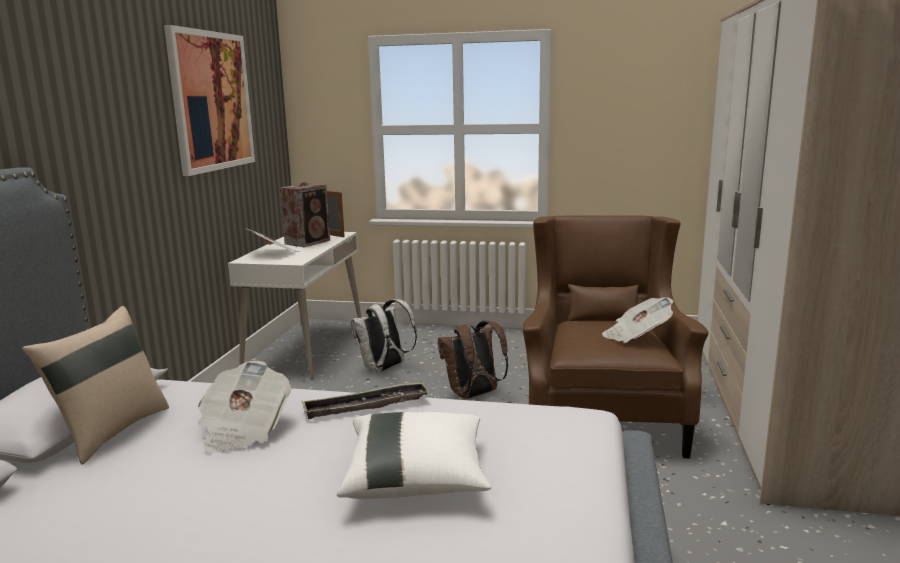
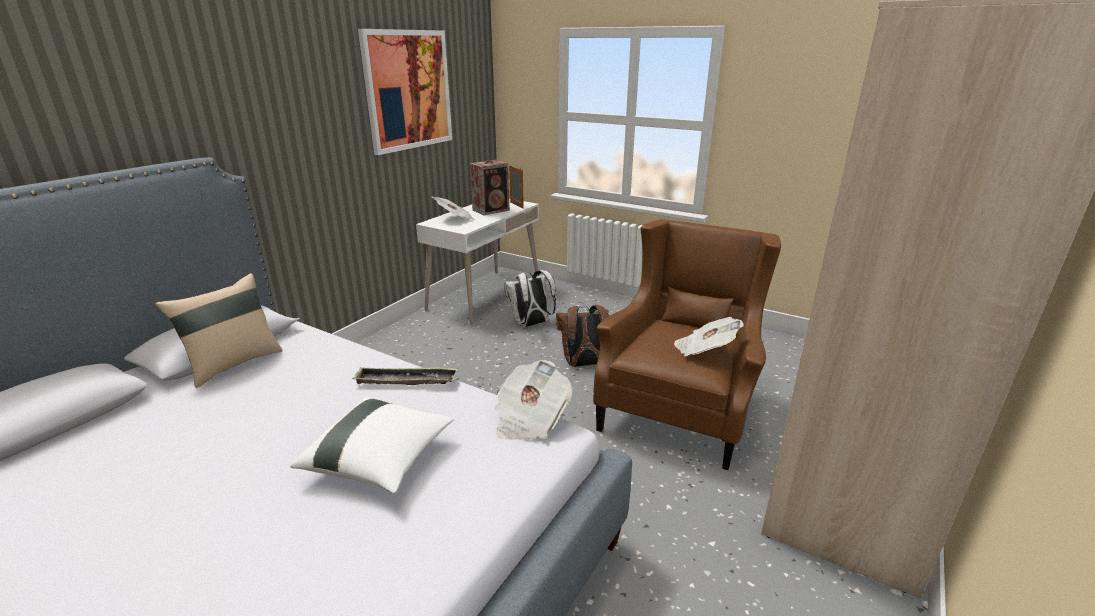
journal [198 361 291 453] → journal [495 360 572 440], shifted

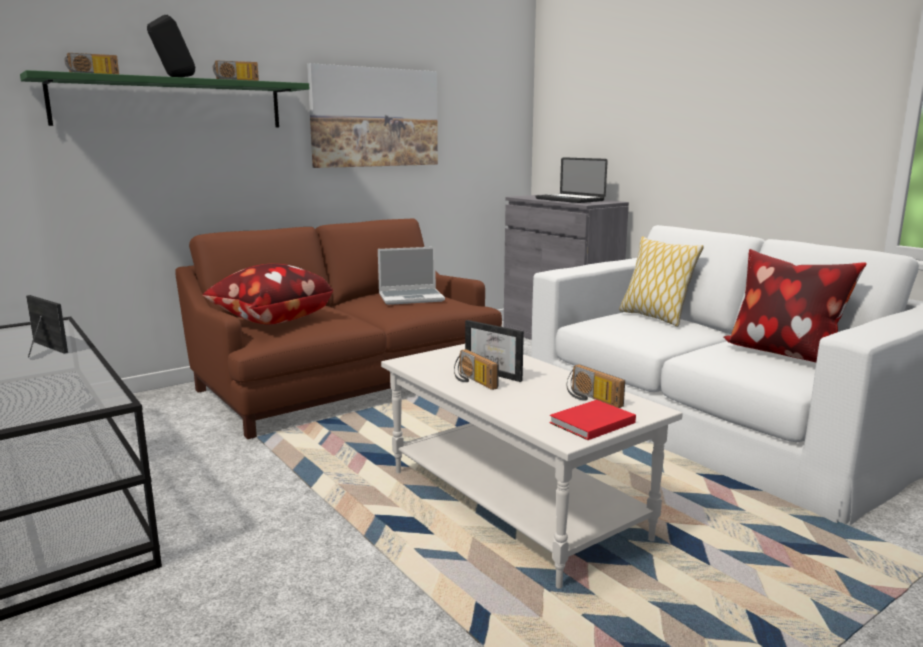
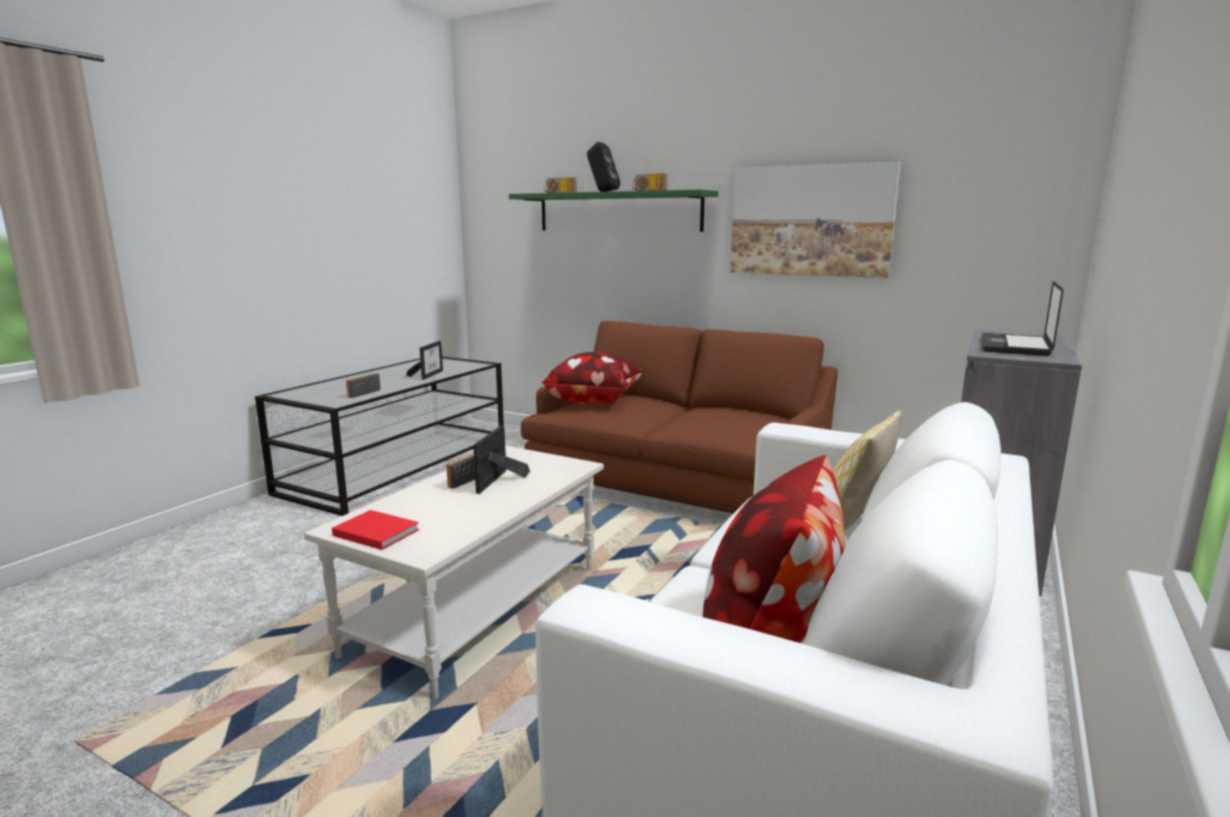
ordinateur portable [378 247 445 305] → -
radio [567 364 625 408] → radio [346 373 381 398], shifted

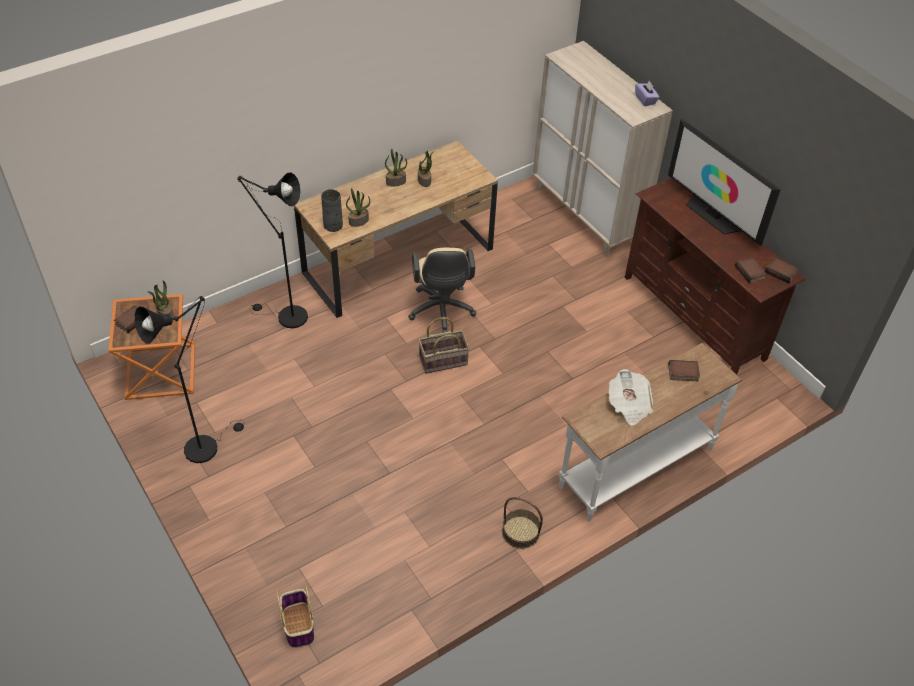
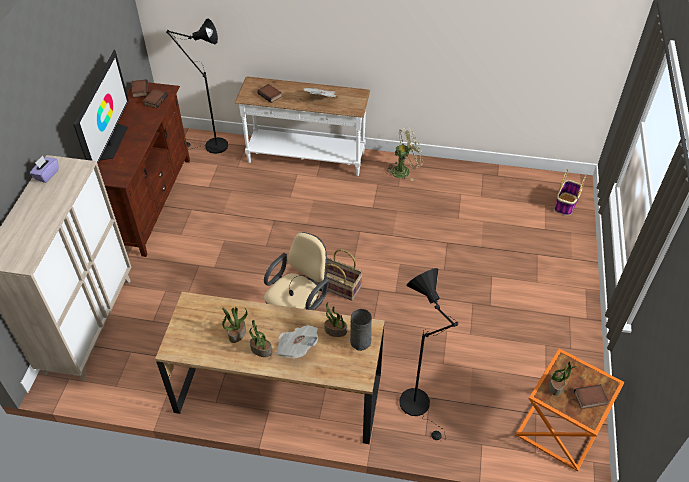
- → journal [276 325 318 359]
lampadaire [noir] [135 296 245 463] → lampadaire [noir] [166 18 228 154], shifted
panier [502 497 543 549] → ventilateur [vert] [387 127 424 181]

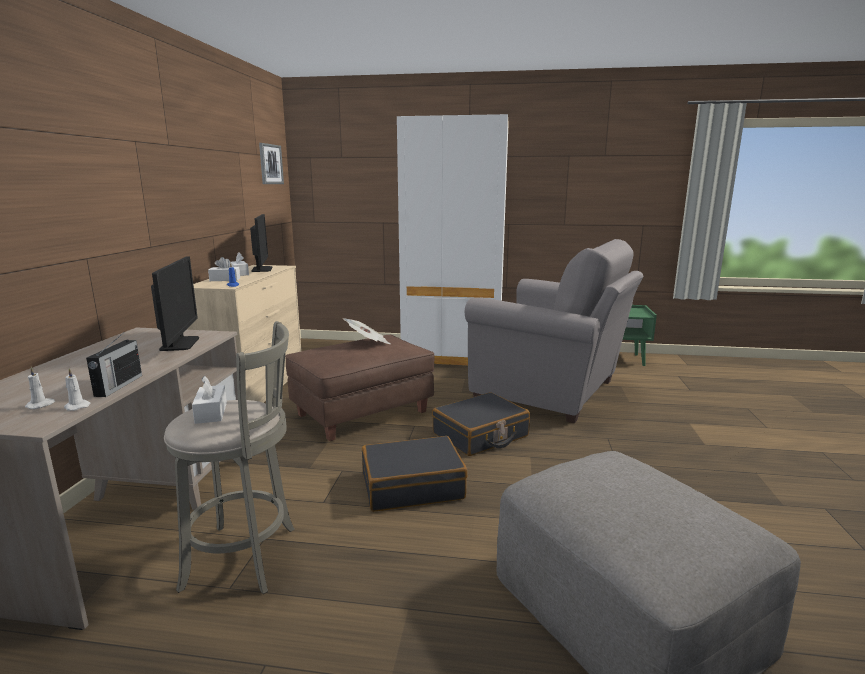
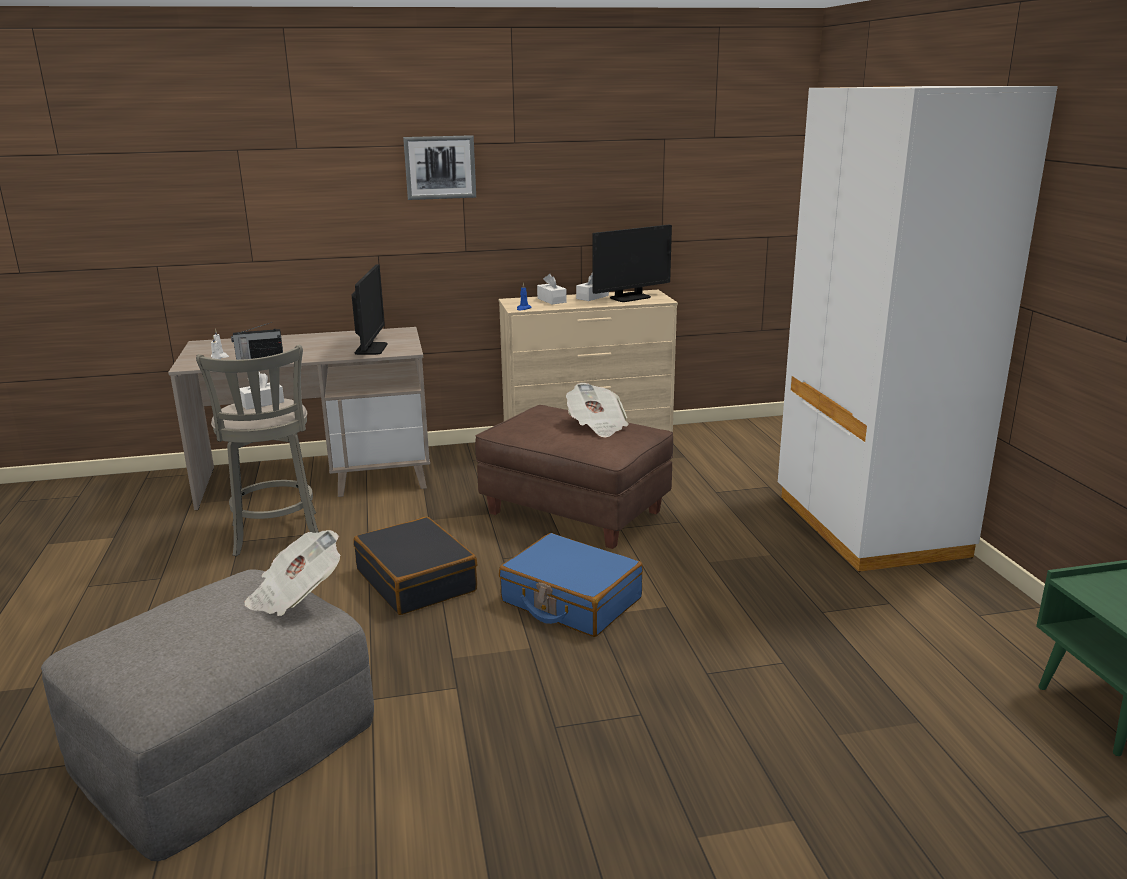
fauteuil [gris] [465 239 644 423] → -
- → journal [245 530 340 616]
tableau [259 143 284 184] → tableau [403 135 476 200], shifted
valise [noir] [432 392 530 456] → valise [bleu] [499 533 643 637]
écran d'ordinateur [151 256 199 351] → écran d'ordinateur [352 264 387 355], 60 degrees counterclockwise

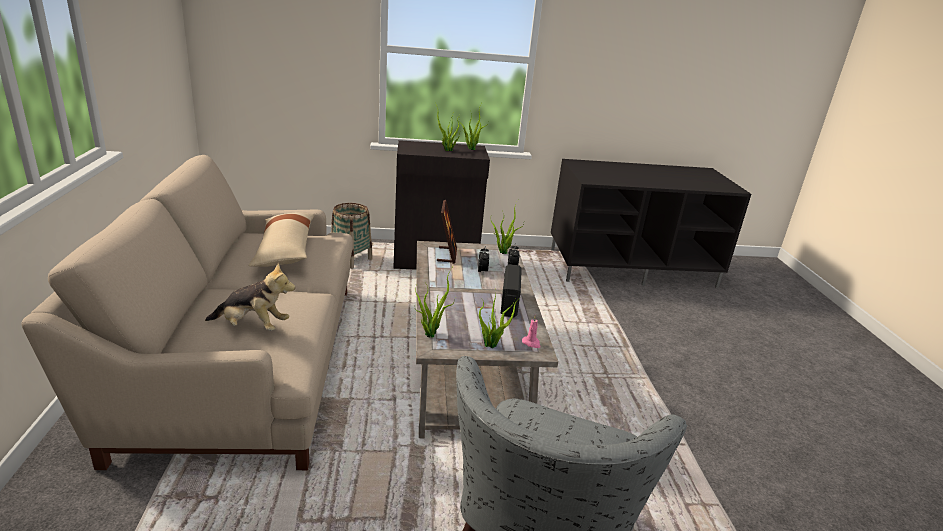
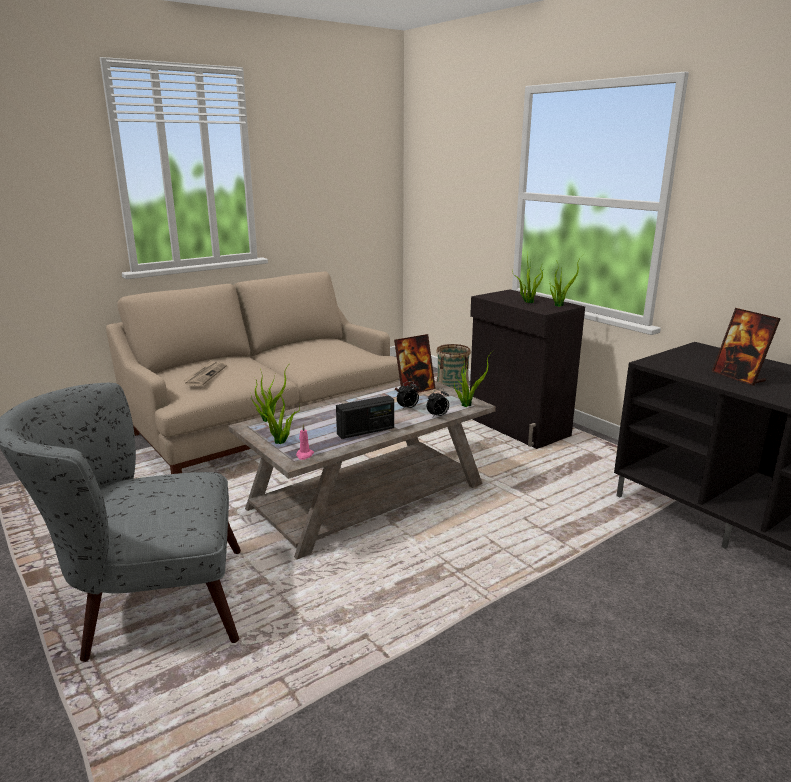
coussin [beige] [249 212 315 267] → -
- → cadre photo [711 308 781 386]
peluche [205 263 295 331] → journal [183 360 227 386]

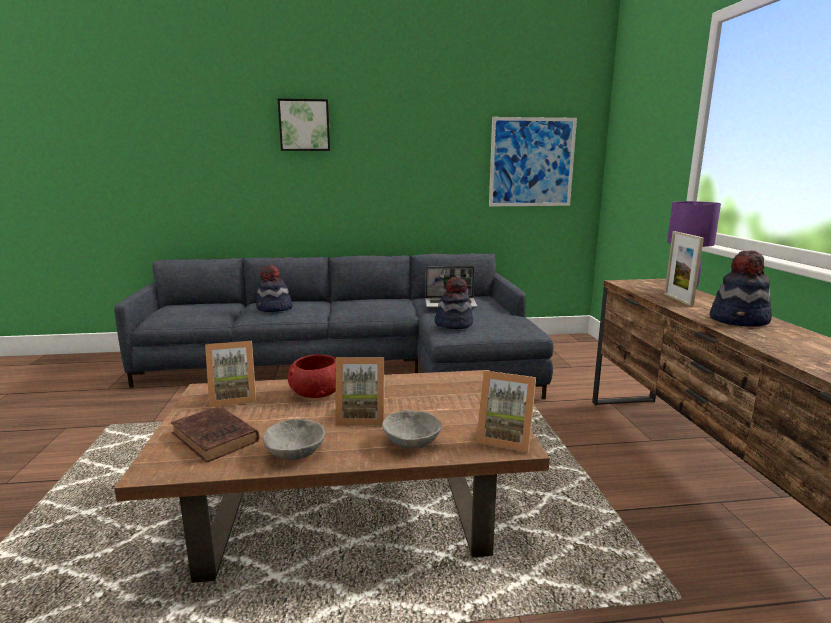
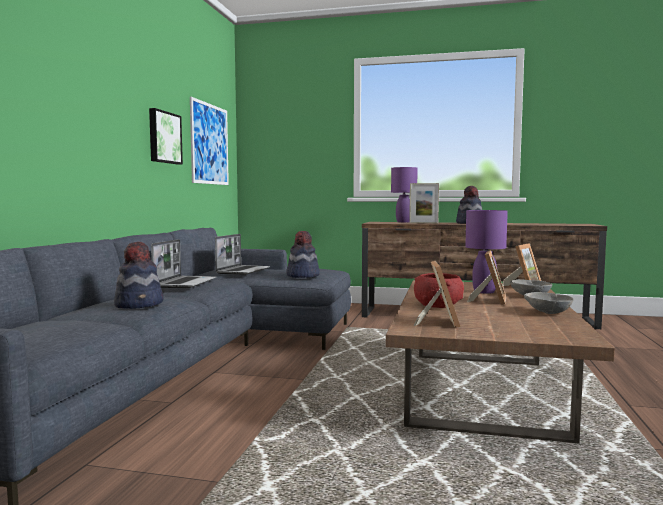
livre [marron] [171 406 259 463] → -
- → ordinateur portable [151 239 216 288]
- → lampe de table [violet] [465 210 508 294]
tableau [278 99 330 151] → tableau [149 108 183 164], shifted

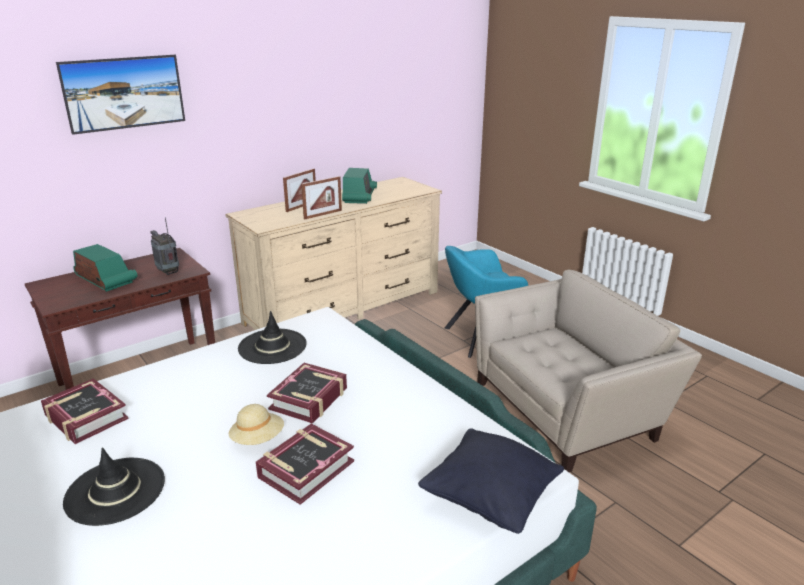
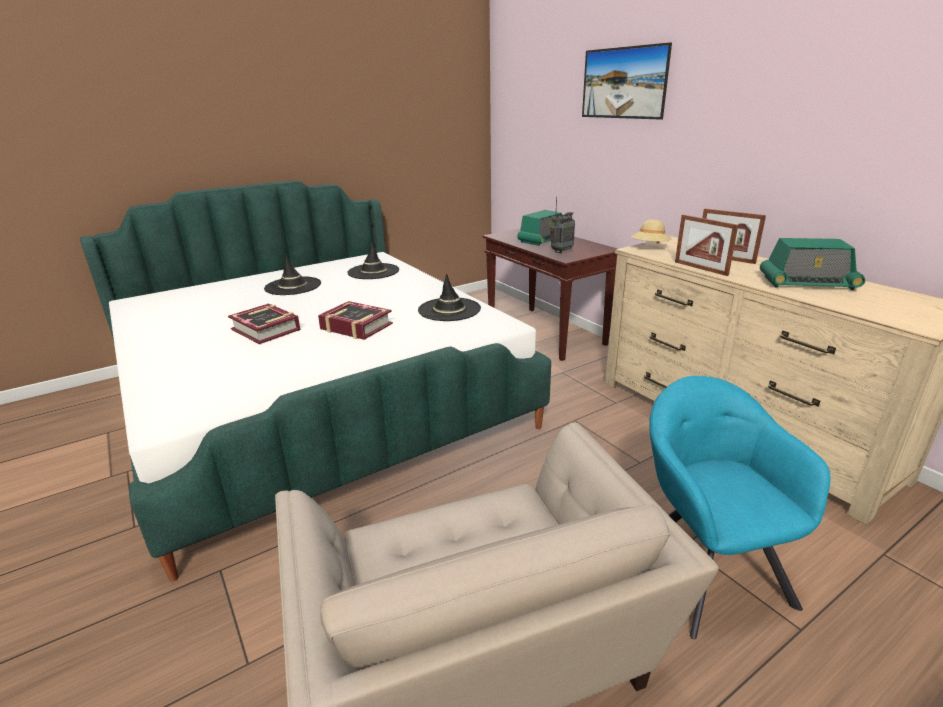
coussin [noir] [418 428 564 534] → -
chapeau [beige] [229 404 284 445] → chapeau [beige] [631 219 672 244], shifted
livre [41 378 129 444] → chapeau [noir] [347 241 399 279]

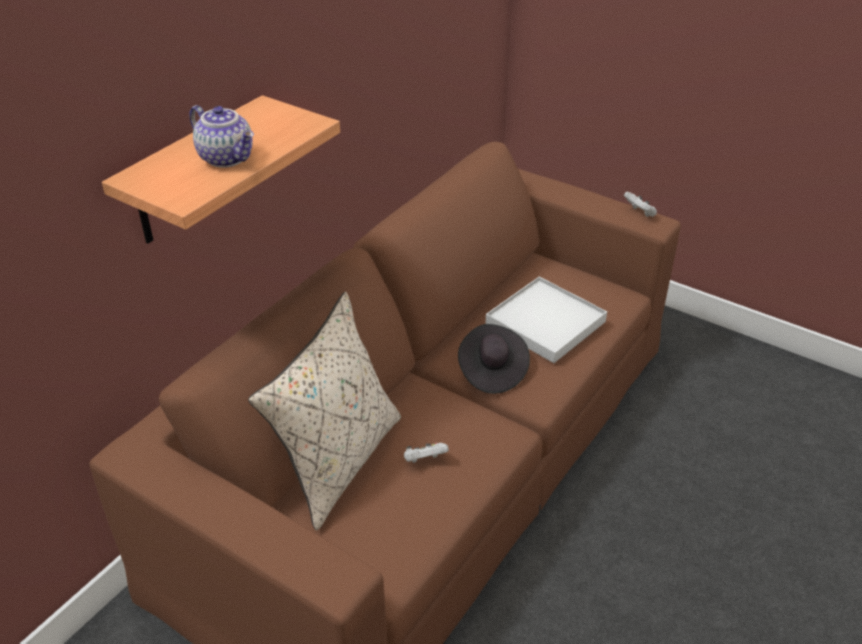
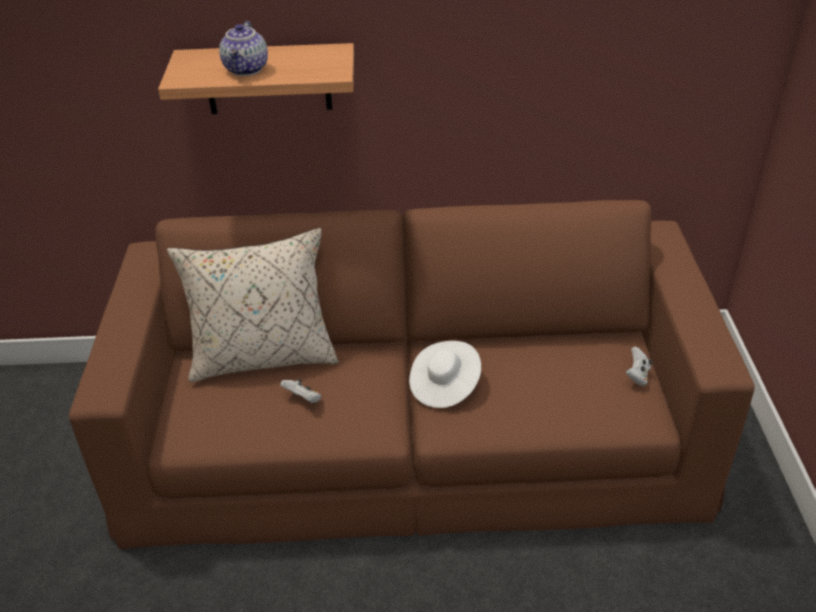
plateau [blanc] [485 277 607 363] → -
manette [blanc] [624 191 657 217] → manette [blanc] [626 347 653 386], shifted
chapeau [noir] [458 324 530 394] → chapeau [blanc] [409 341 481 408]

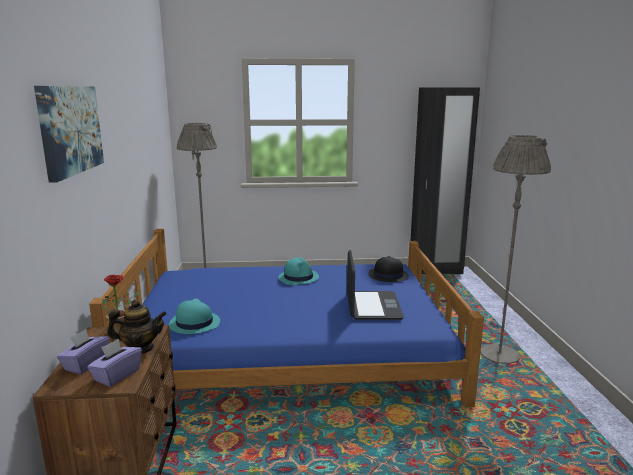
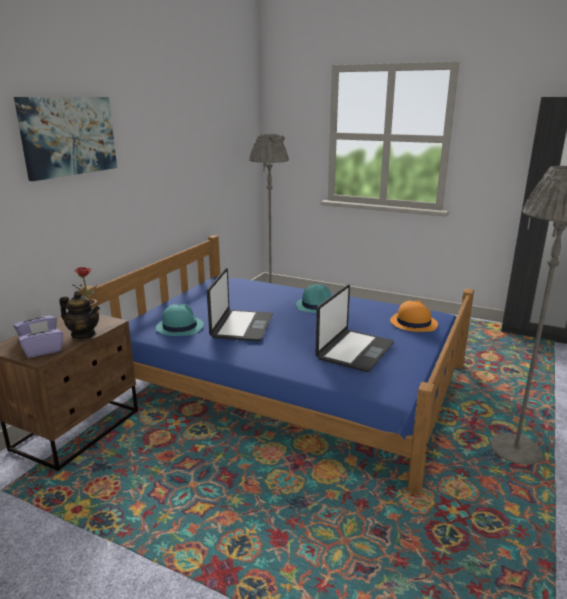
- → ordinateur portable [207 268 273 341]
chapeau [noir] [369 256 409 282] → chapeau [orange] [390 300 438 332]

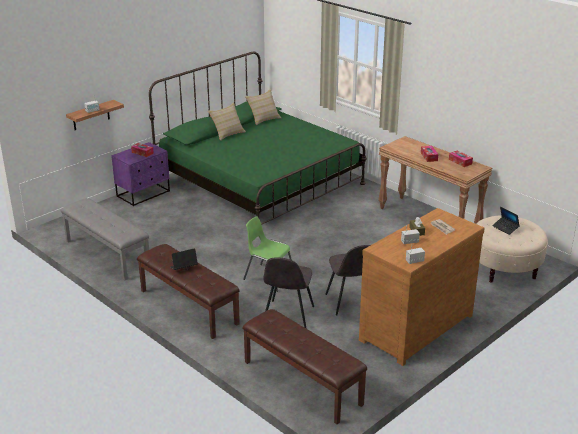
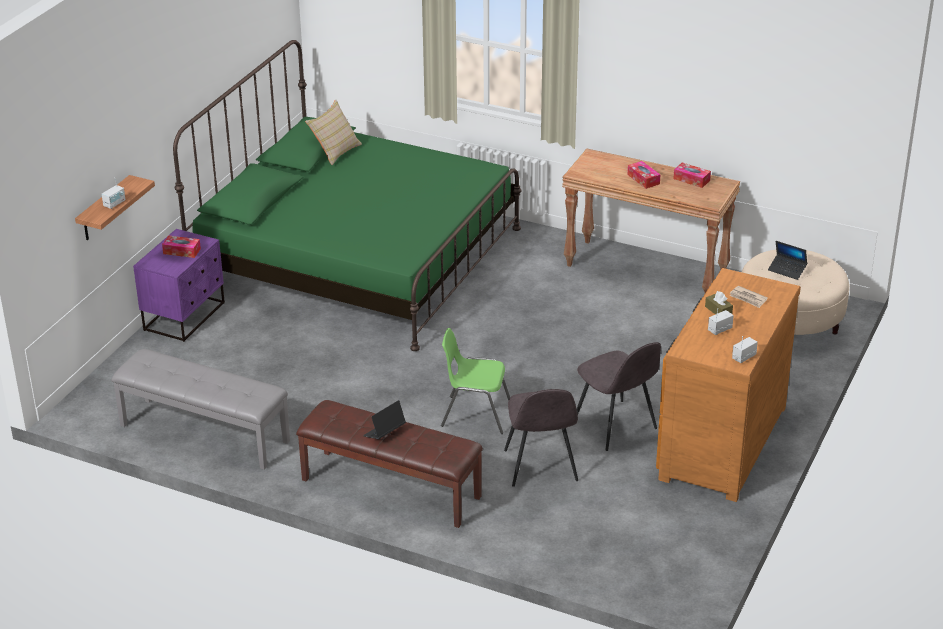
coussin [beige] [208 102 246 141] → -
banc [marron] [242 309 367 424] → -

